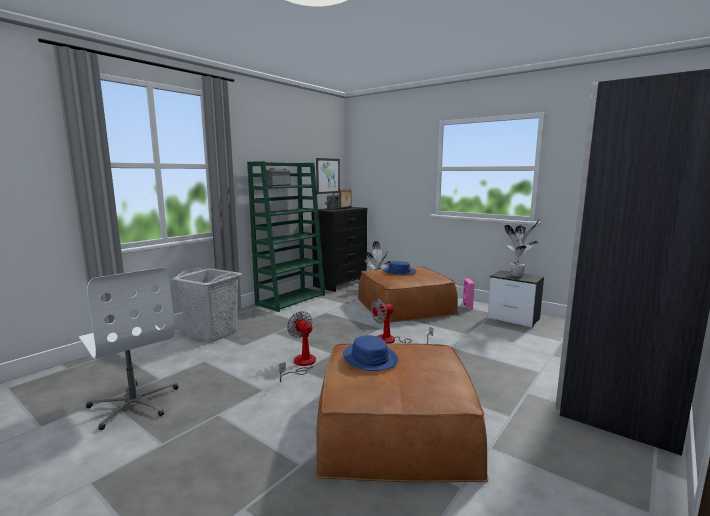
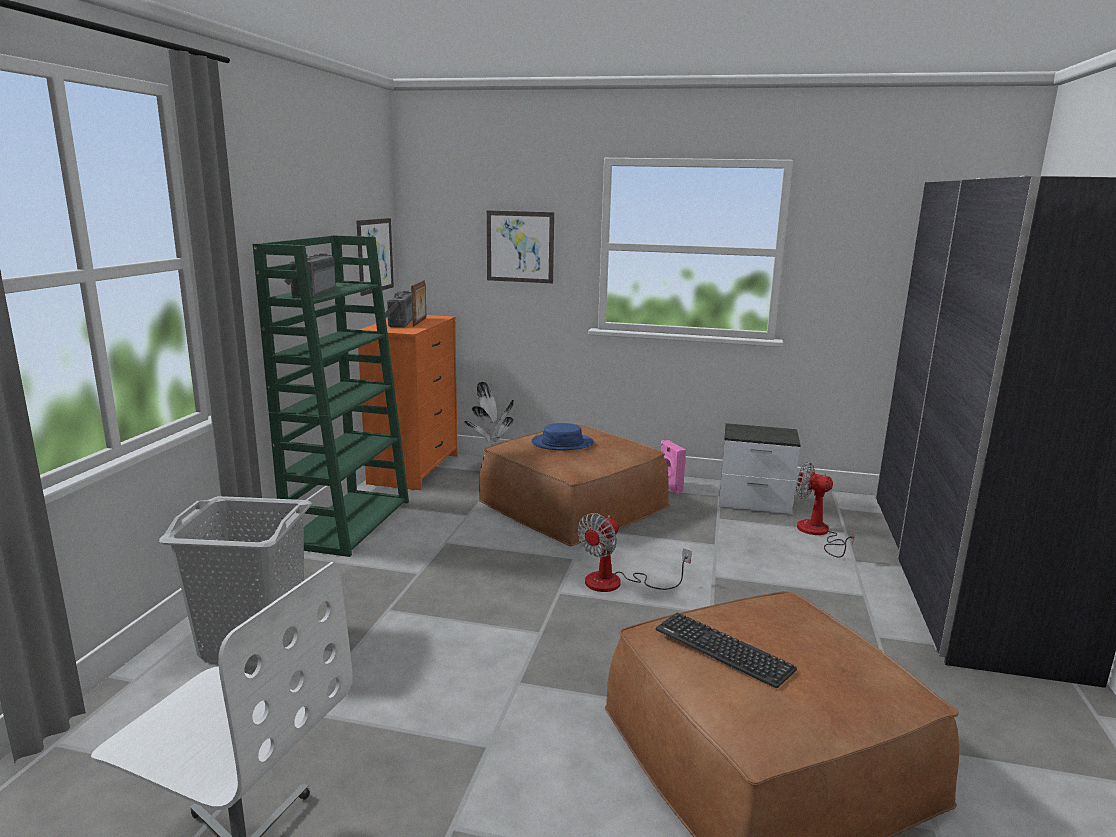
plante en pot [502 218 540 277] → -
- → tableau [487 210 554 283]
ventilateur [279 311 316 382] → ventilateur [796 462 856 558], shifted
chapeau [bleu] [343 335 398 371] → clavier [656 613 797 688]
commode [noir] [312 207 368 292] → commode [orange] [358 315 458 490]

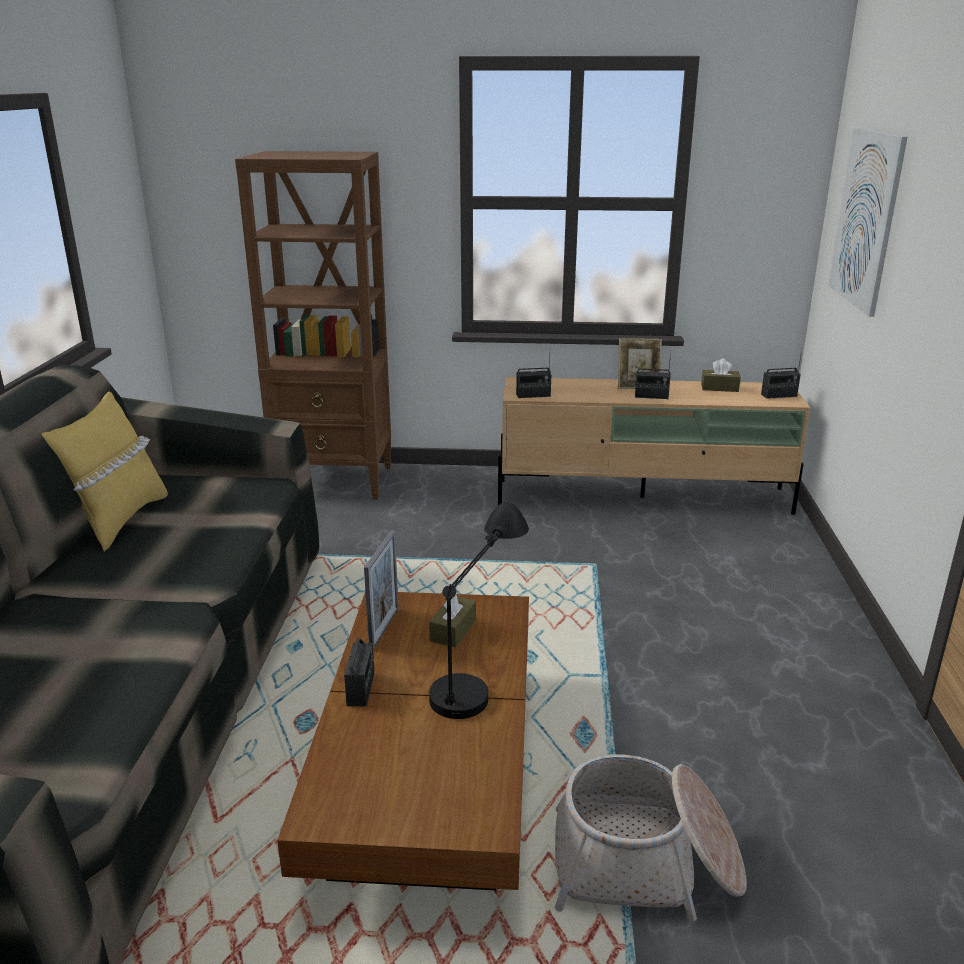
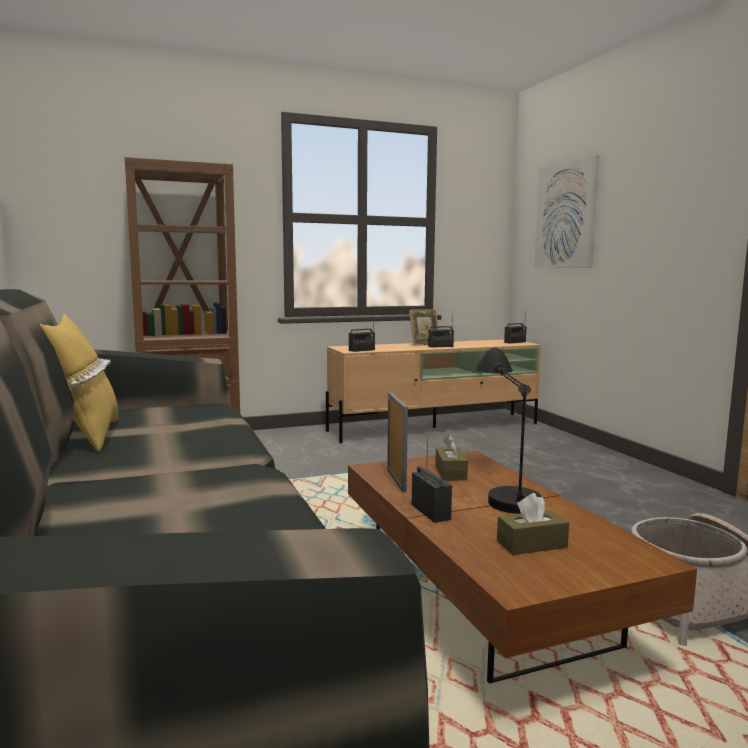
boîte à mouchoirs [marron] [701 358 741 392] → boîte à mouchoirs [marron] [497 493 569 555], shifted

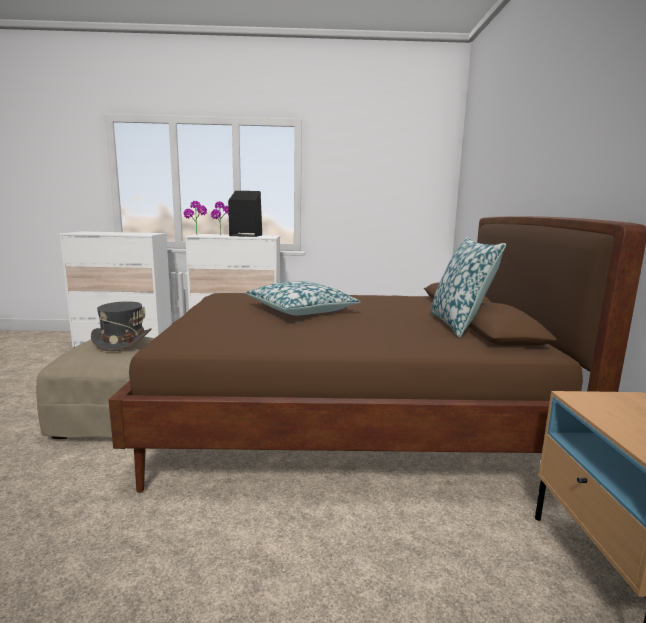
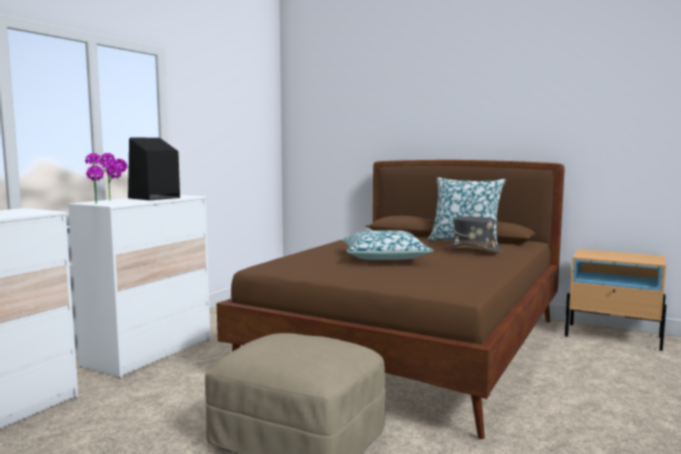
chapeau [gris] [91 301 152 351] → chapeau [gris] [445 216 502 253], shifted

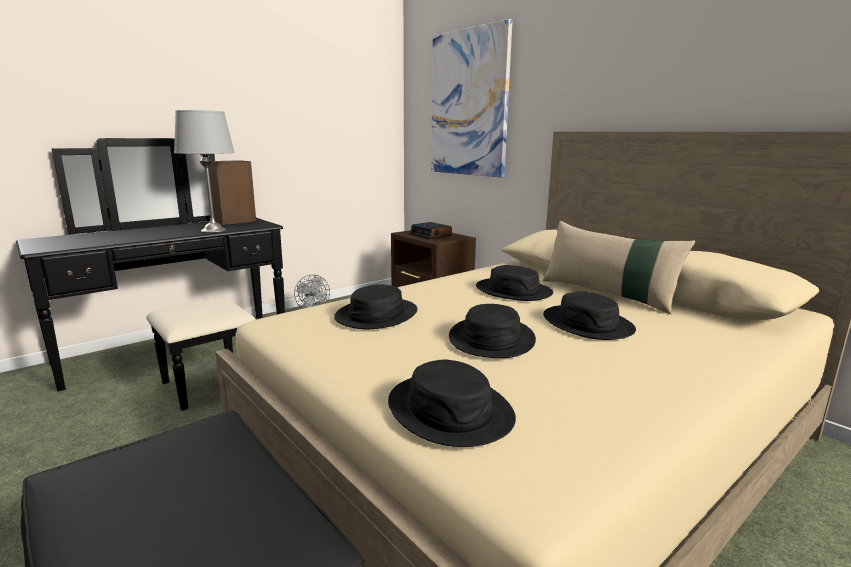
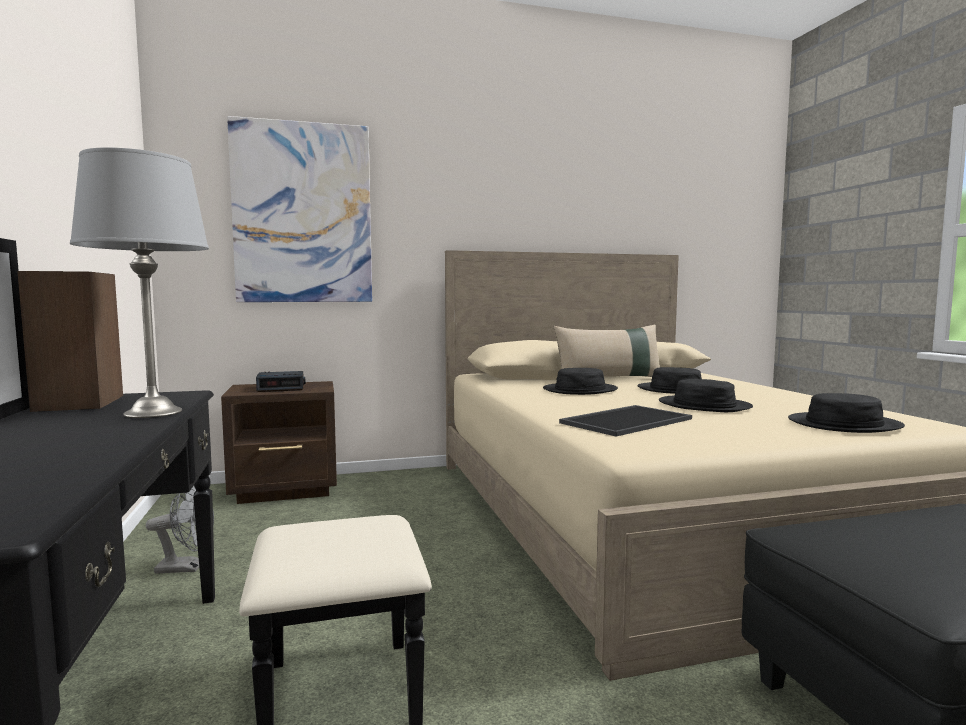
chapeau [noir] [334 284 417 329] → plateau [559 405 692 437]

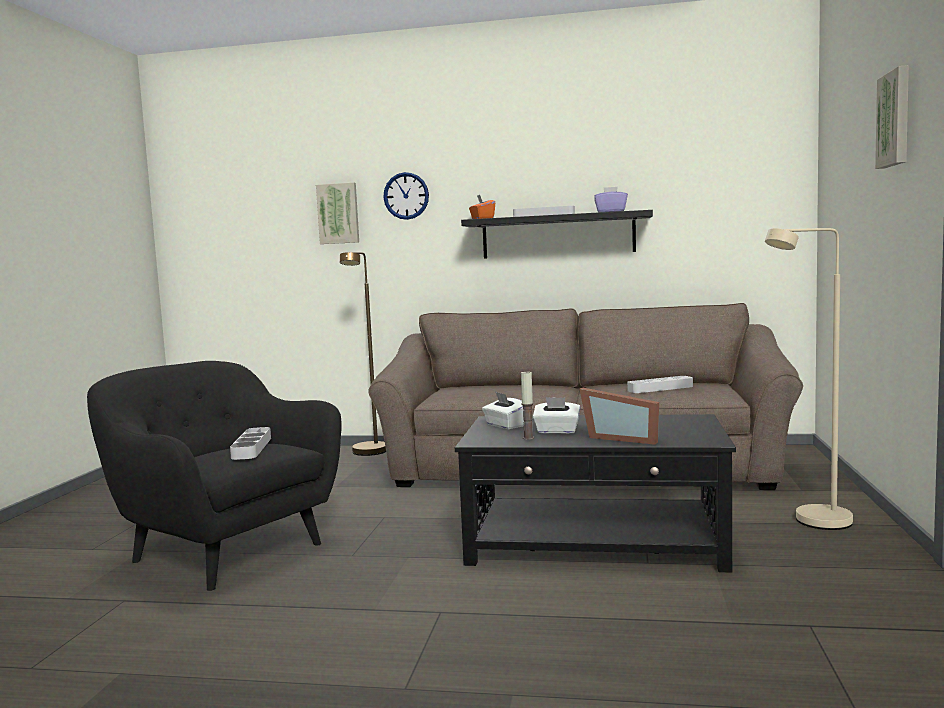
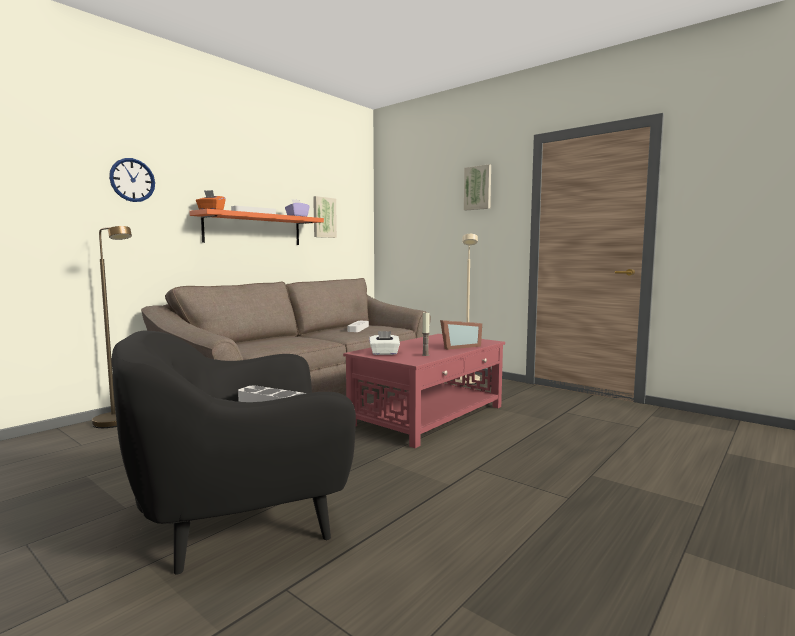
boîte à mouchoirs [blanc] [533 397 581 434] → -
tableau [316 182 359 244] → tableau [313 196 337 238], shifted
table basse [noir] [455 414 736 573] → table basse [rouge] [343 334 505 448]
étagère [noir] [461 210 653 258] → étagère [orange] [190 209 324 245]

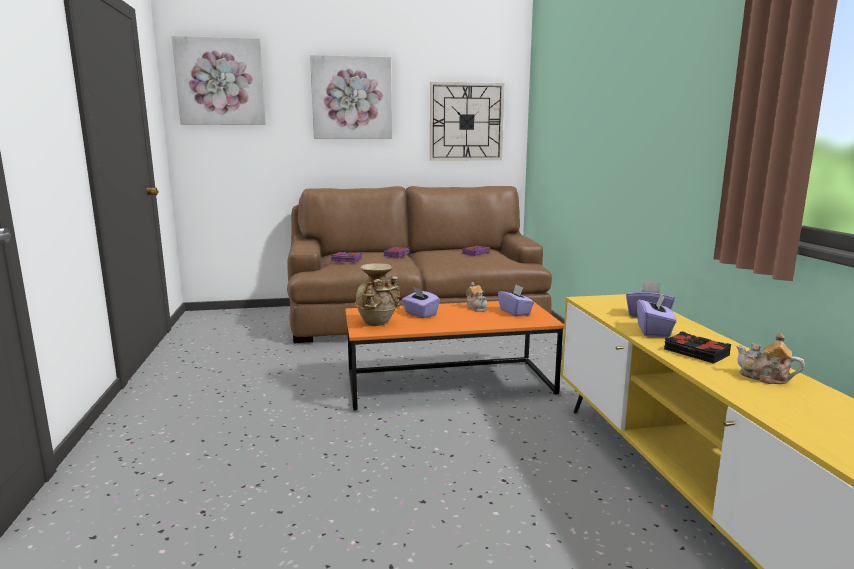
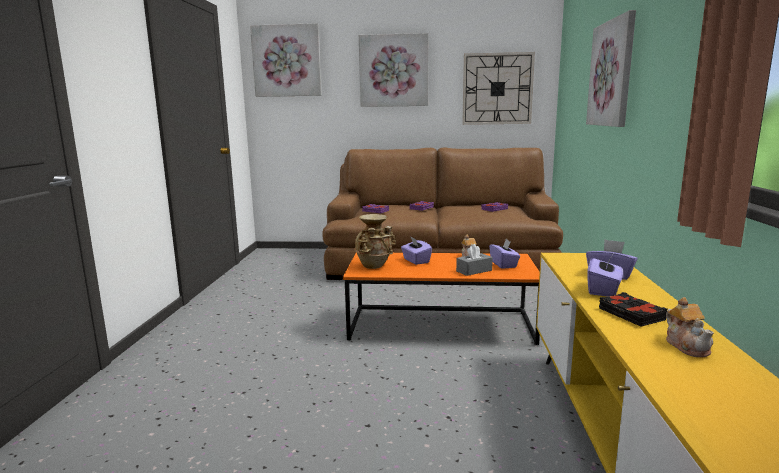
- → boîte à mouchoirs [gris] [456 244 493 276]
- → tableau [586 10 636 127]
théière [736 333 805 384] → théière [666 297 714 357], 150 degrees counterclockwise

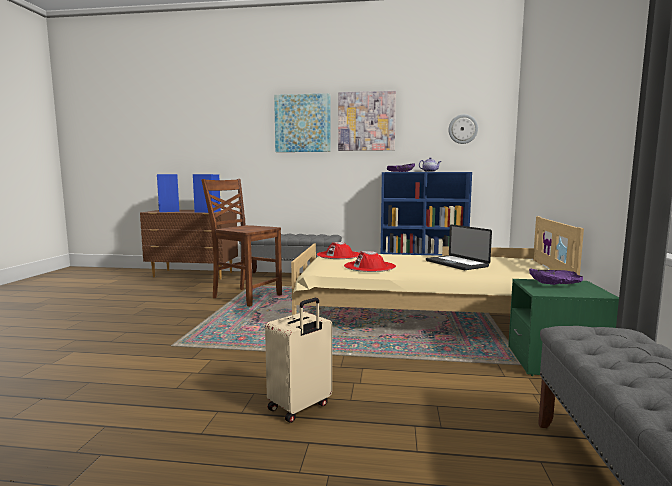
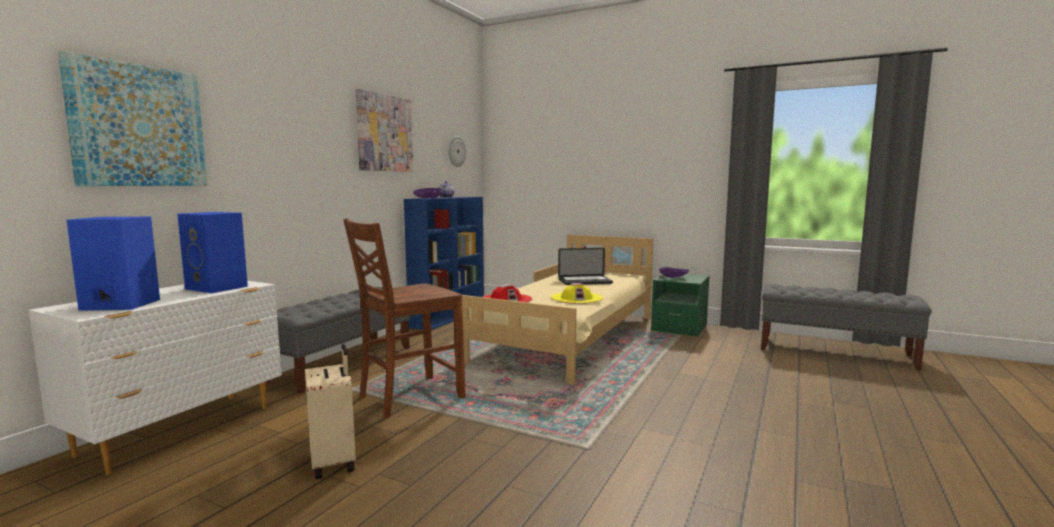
valise [beige] [265 298 332 423] → valise [beige] [305 344 356 479], shifted
tableau [274 93 330 152] → tableau [58 51 207 186], shifted
commode [marron] [140 210 238 280] → commode [blanc] [28 281 282 475]
chapeau [rouge] [344 251 396 272] → chapeau [jaune] [551 283 603 304]

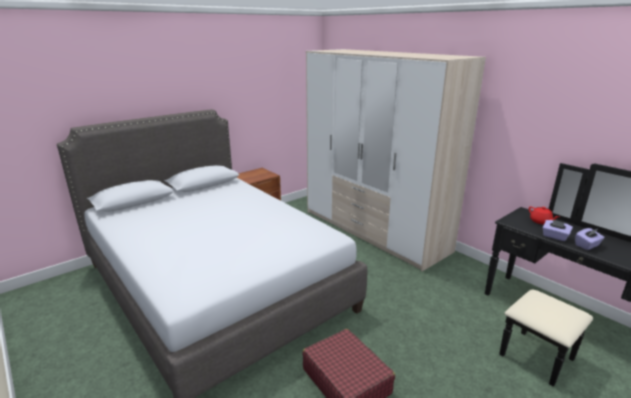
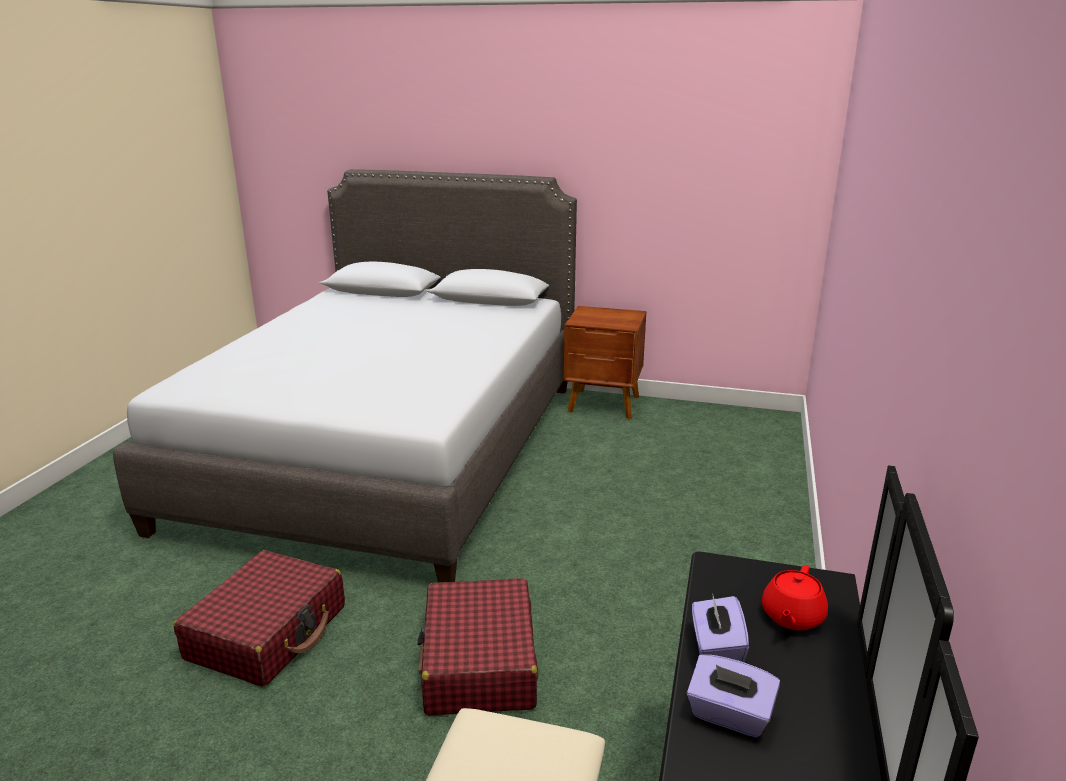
armoire [306 49 486 271] → -
- → valise [rouge] [417 578 538 716]

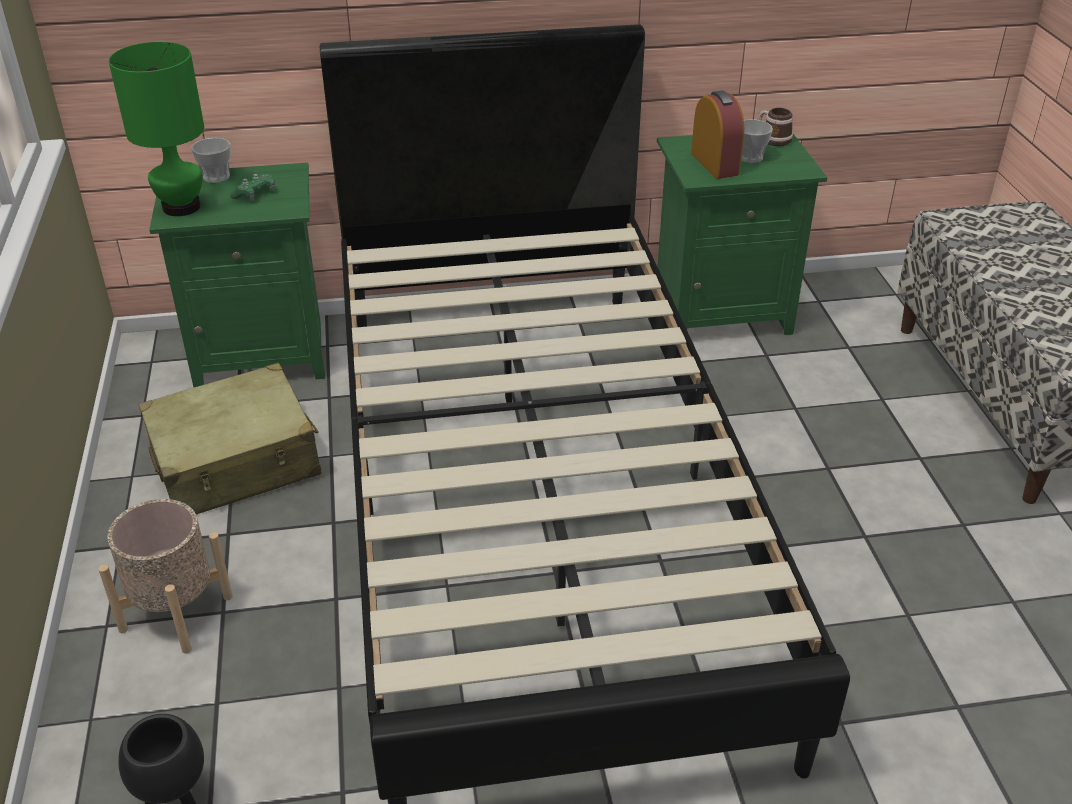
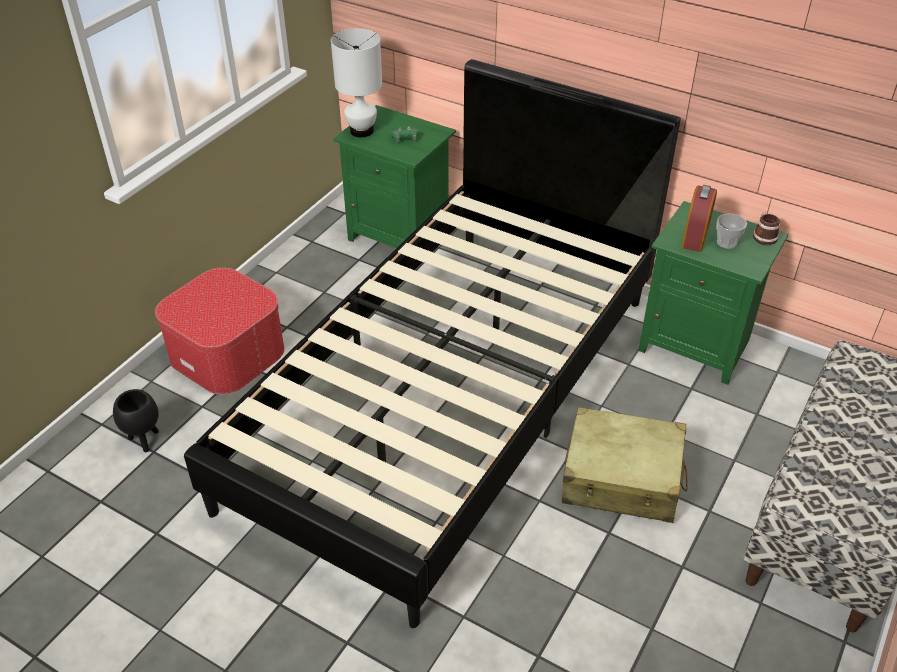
tasse [191 138 231 183] → -
valise [beige] [139 363 322 514] → valise [beige] [562 407 688 523], shifted
cache-pot [beige] [98 499 233 654] → pouf [155 268 285 394]
lampe de table [vert] [109 42 204 216] → lampe de table [blanc] [331 28 382 137]

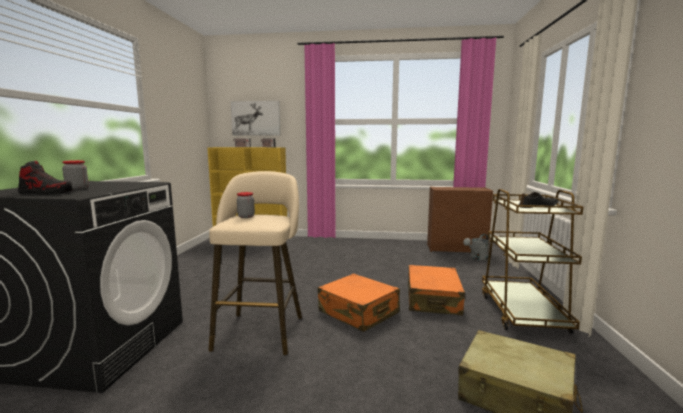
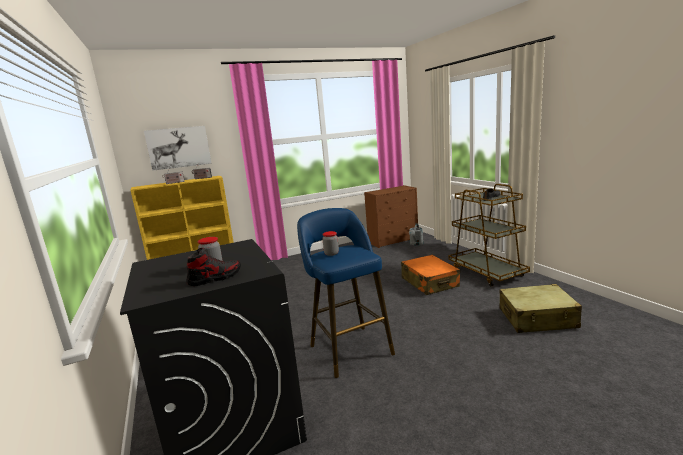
valise [orange] [318 273 400 332] → -
tabouret [beige] [208 171 302 355] → tabouret [bleu] [297 208 395 378]

